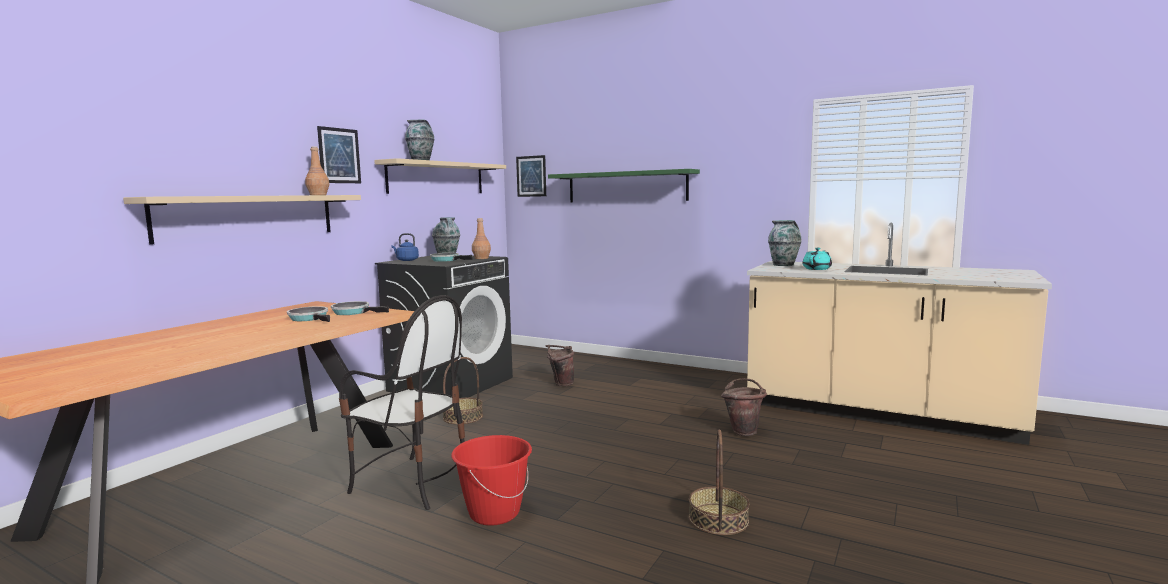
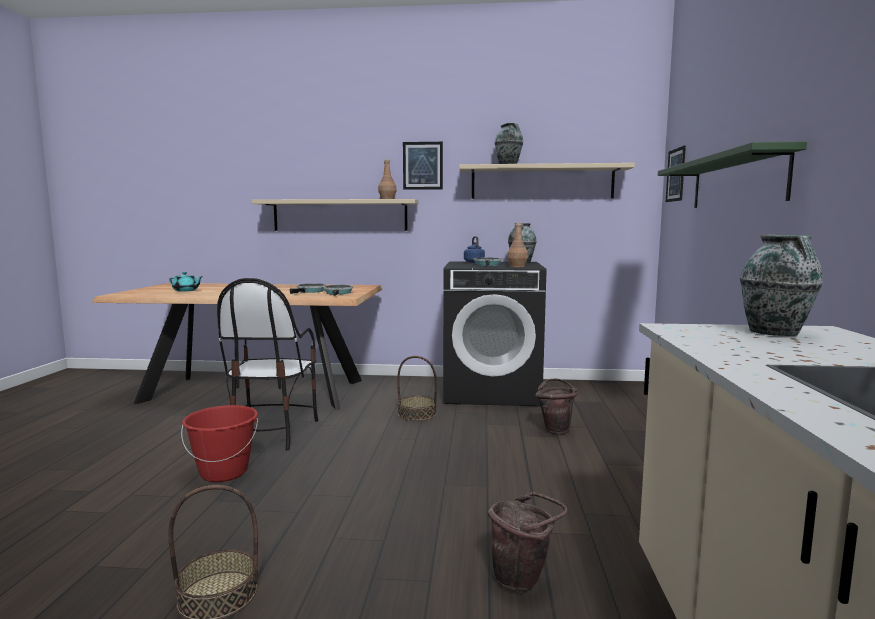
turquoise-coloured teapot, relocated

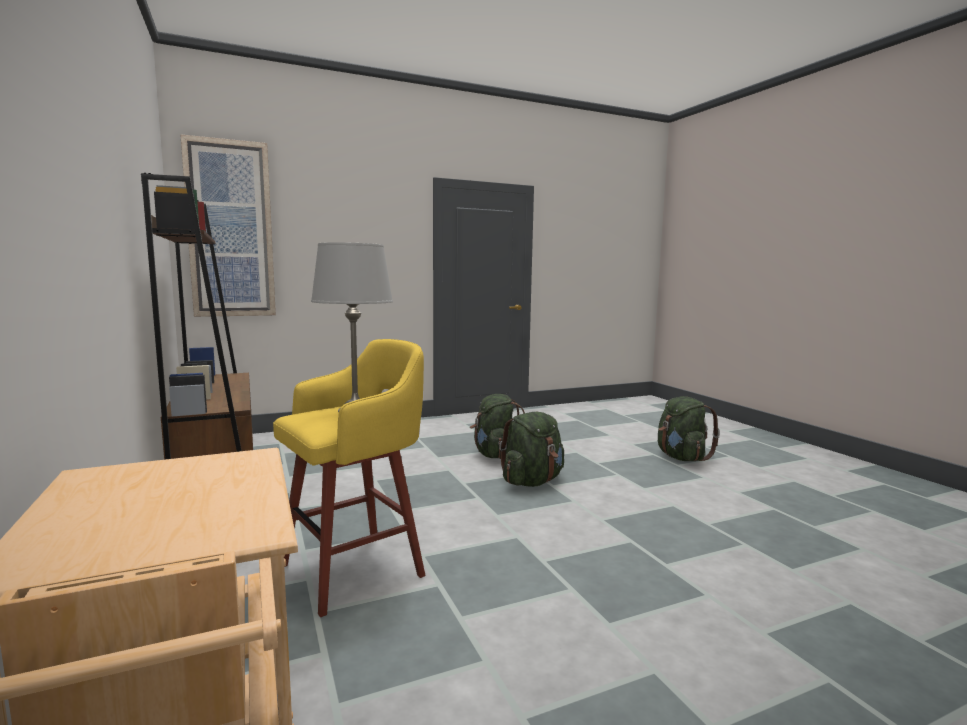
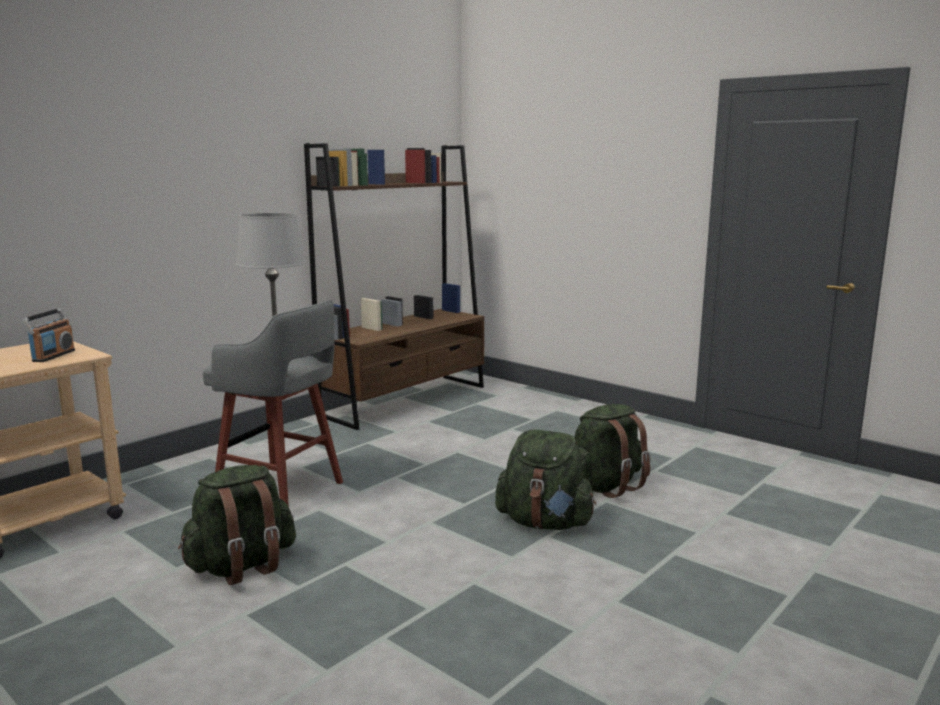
none -> radio set
green-coloured knapsack (no. 3 from left in the first image) -> green-coloured knapsack (no. 1 from left), relocated
yellowish stool -> grey stool
wall picture -> none

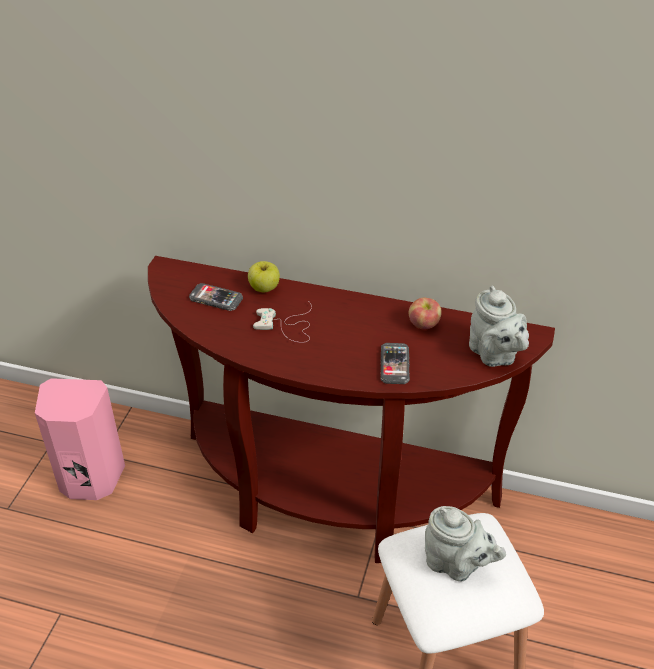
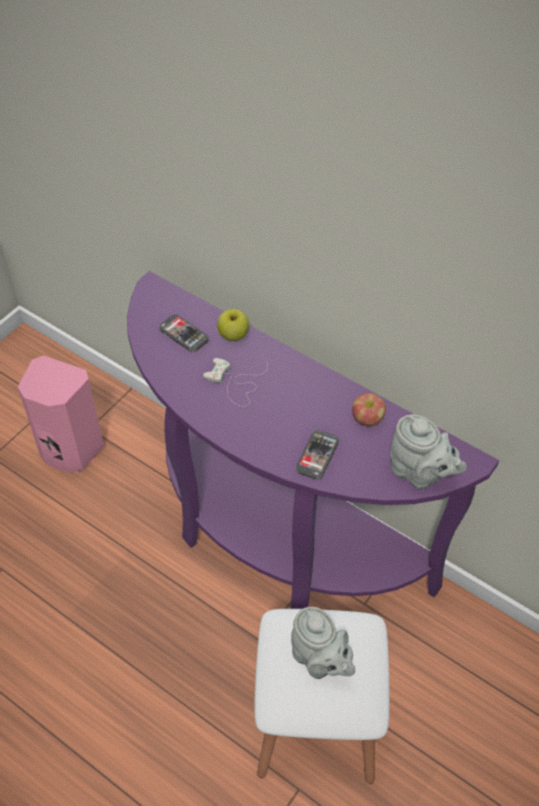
brownish narrow table -> purple narrow table
grey teapot (no. 2 from left), 45 degrees counterclockwise

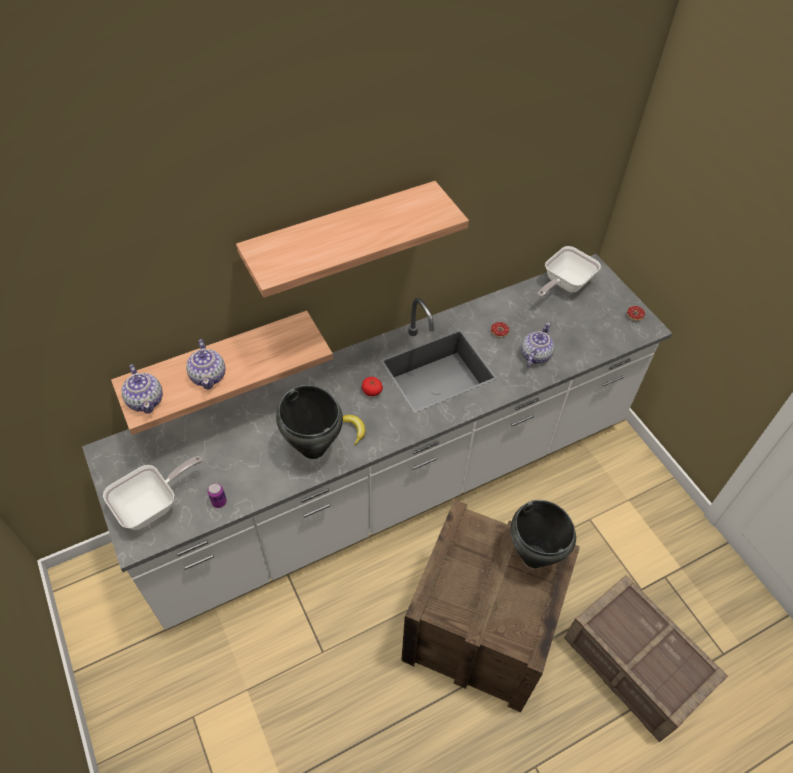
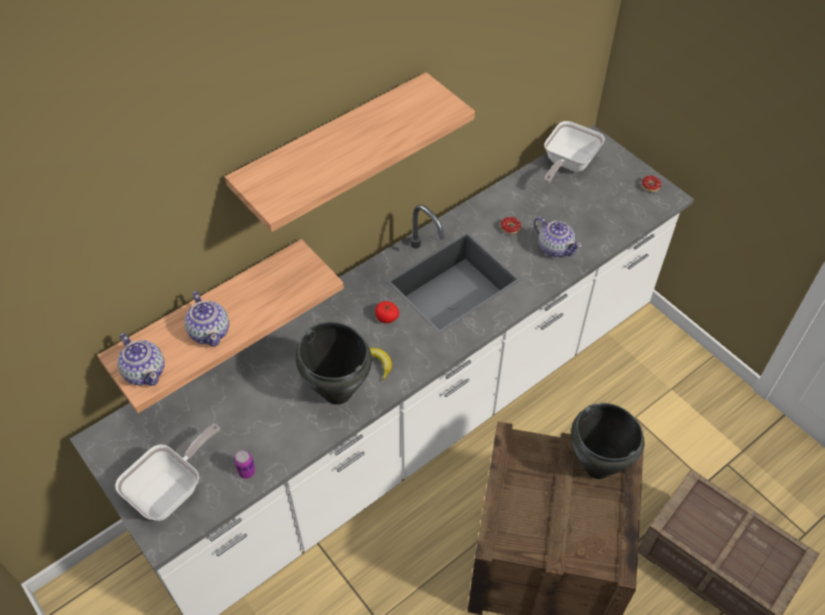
teapot (no. 3 from left), 120 degrees clockwise

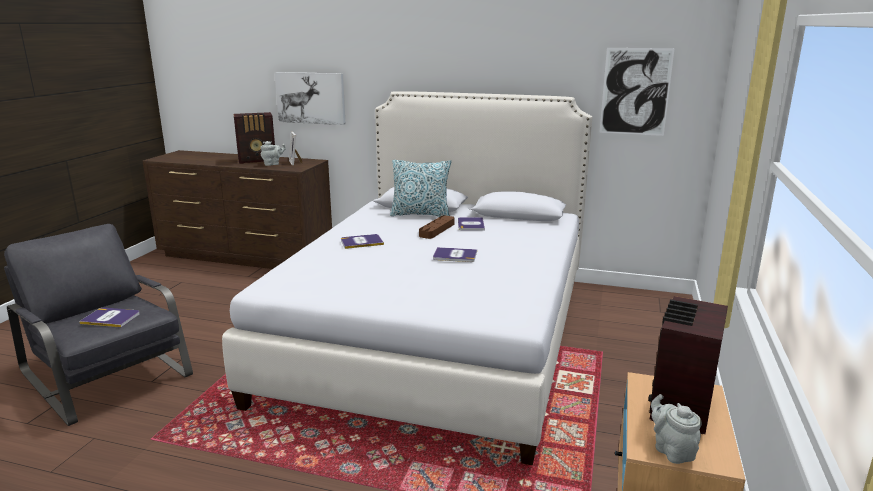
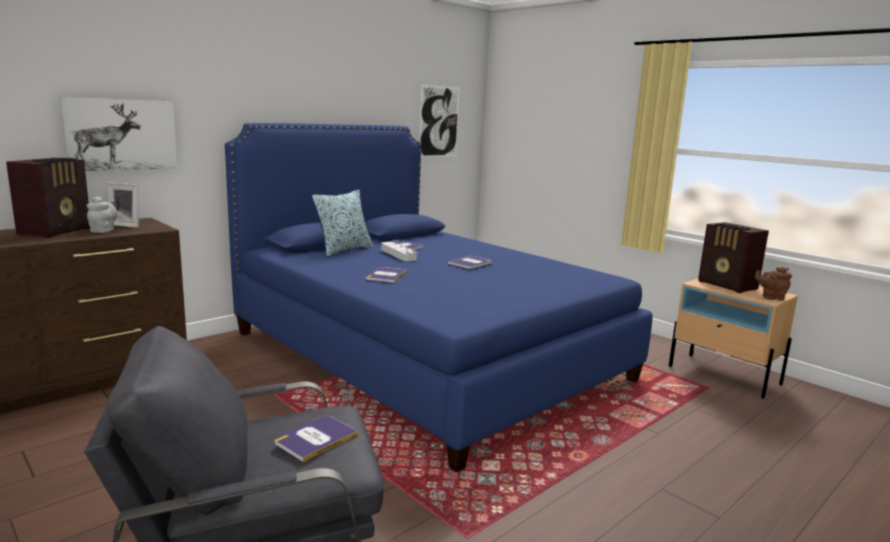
whitish sleeping bed -> blue sleeping bed
brownish tray -> grey tray
grey teapot (no. 2 from left) -> brownish teapot

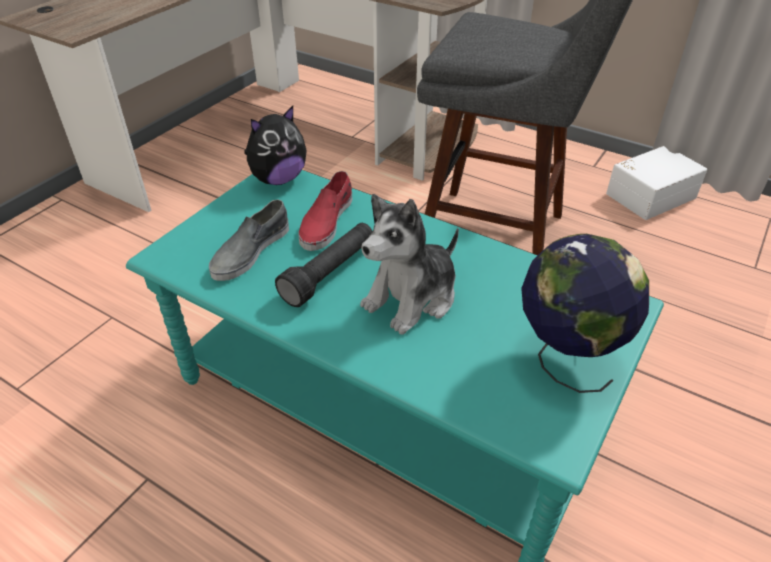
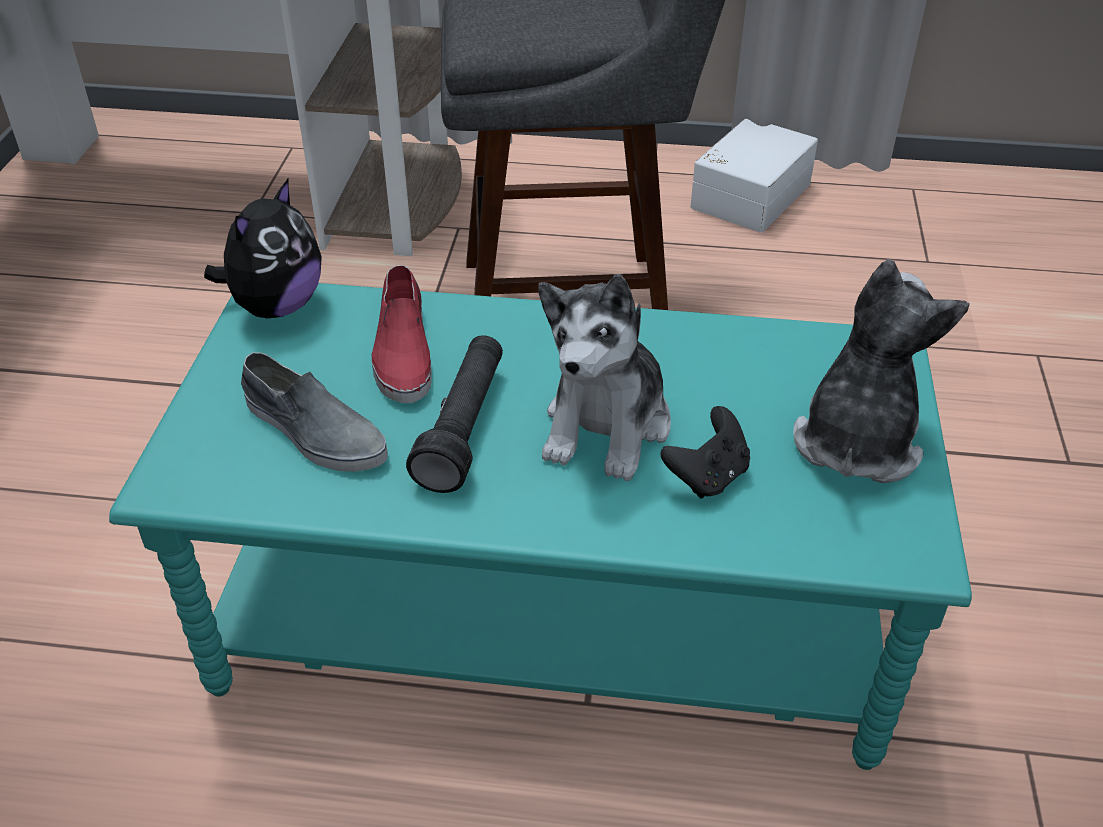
grey item of footwear, 60 degrees counterclockwise
none -> black gamepad
world globe -> plush toy (no. 3 from left)

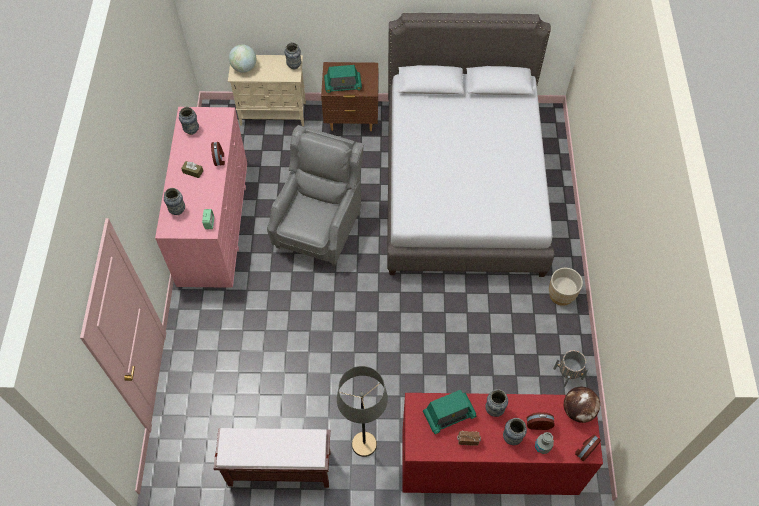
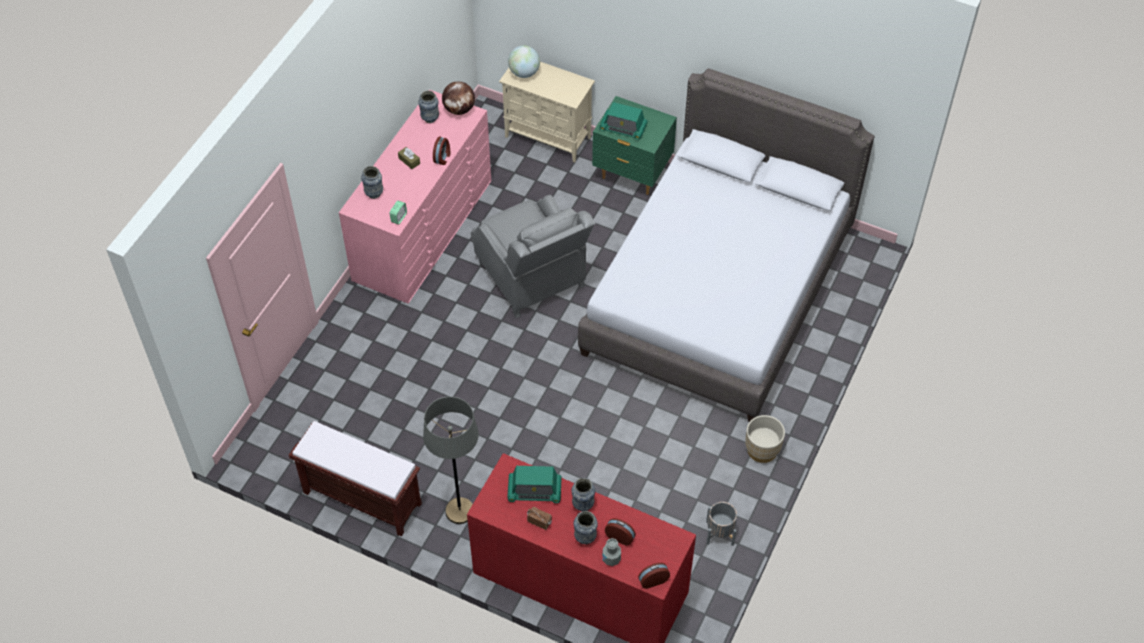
world globe (no. 2 from left in the first image) -> world globe (no. 1 from left), relocated
grey armchair, 105 degrees clockwise
brownish nightstand -> green-coloured nightstand
flower vase (no. 3 from left) -> none

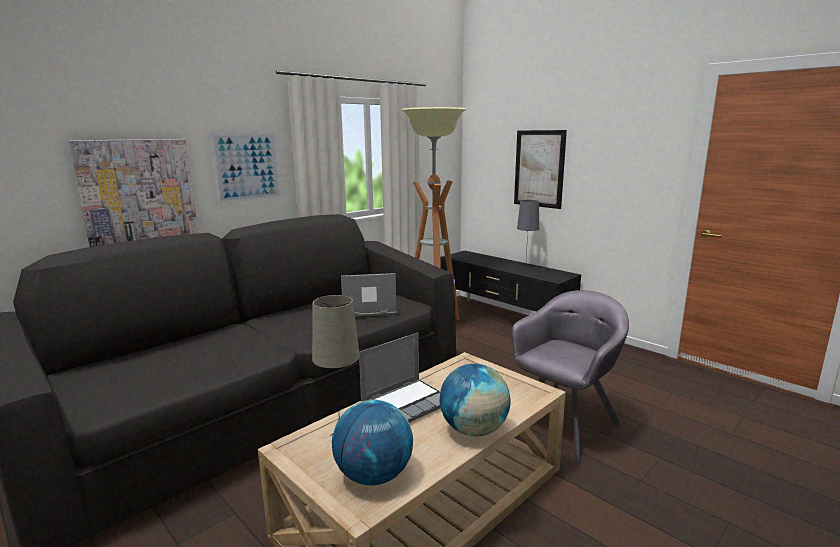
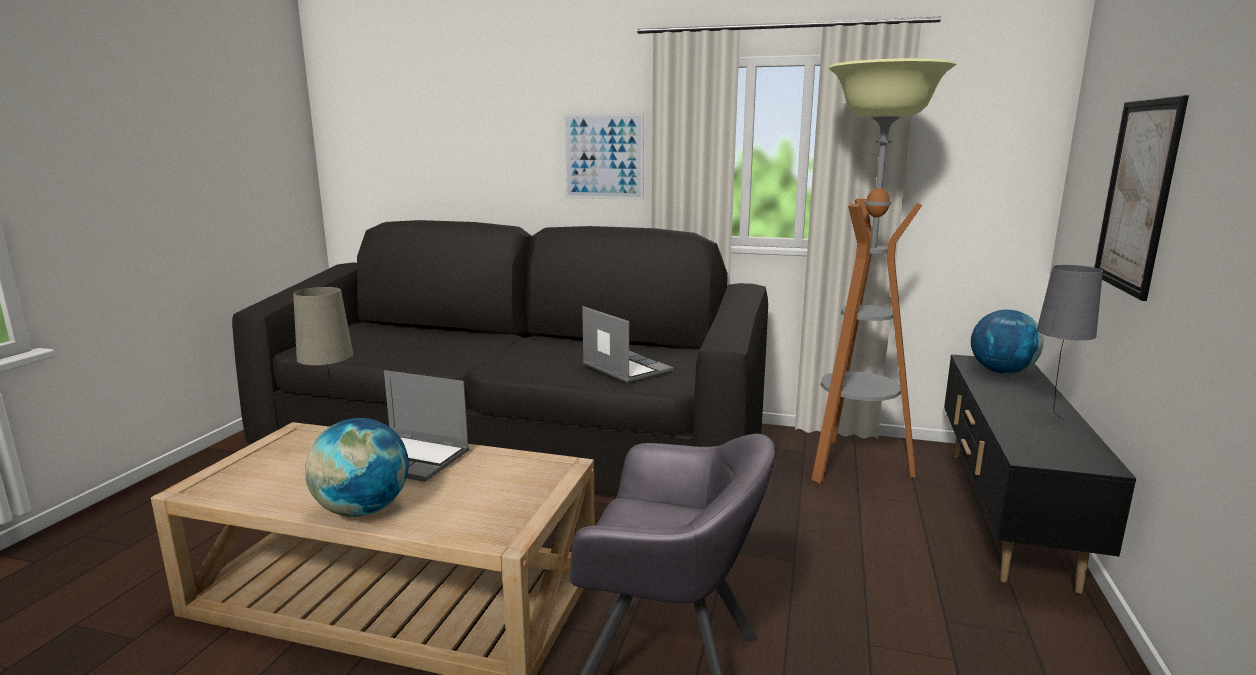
world globe (no. 1 from left in the first image) -> world globe (no. 2 from left), relocated
wall picture (no. 1 from left) -> none

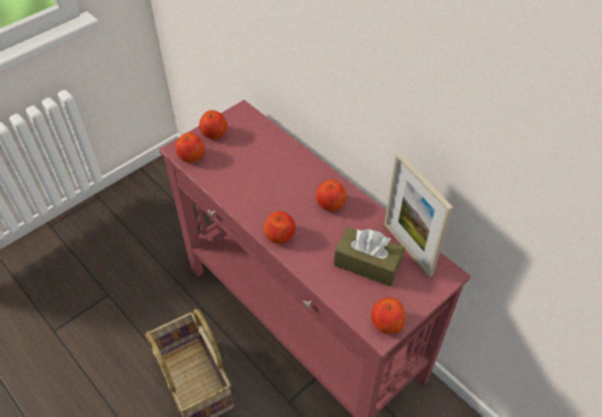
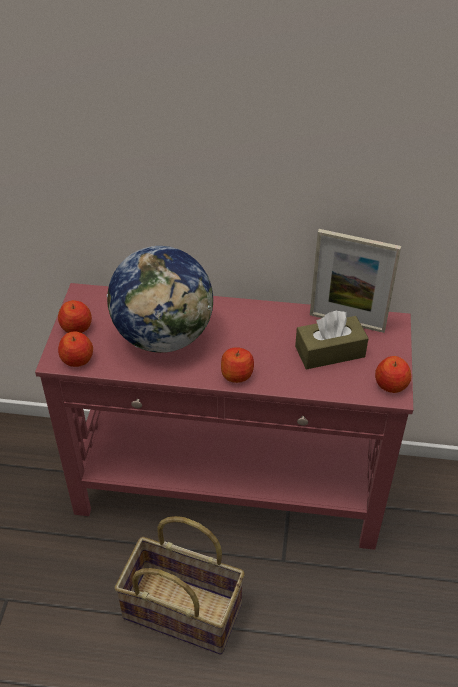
none -> world globe
apple (no. 4 from left) -> none

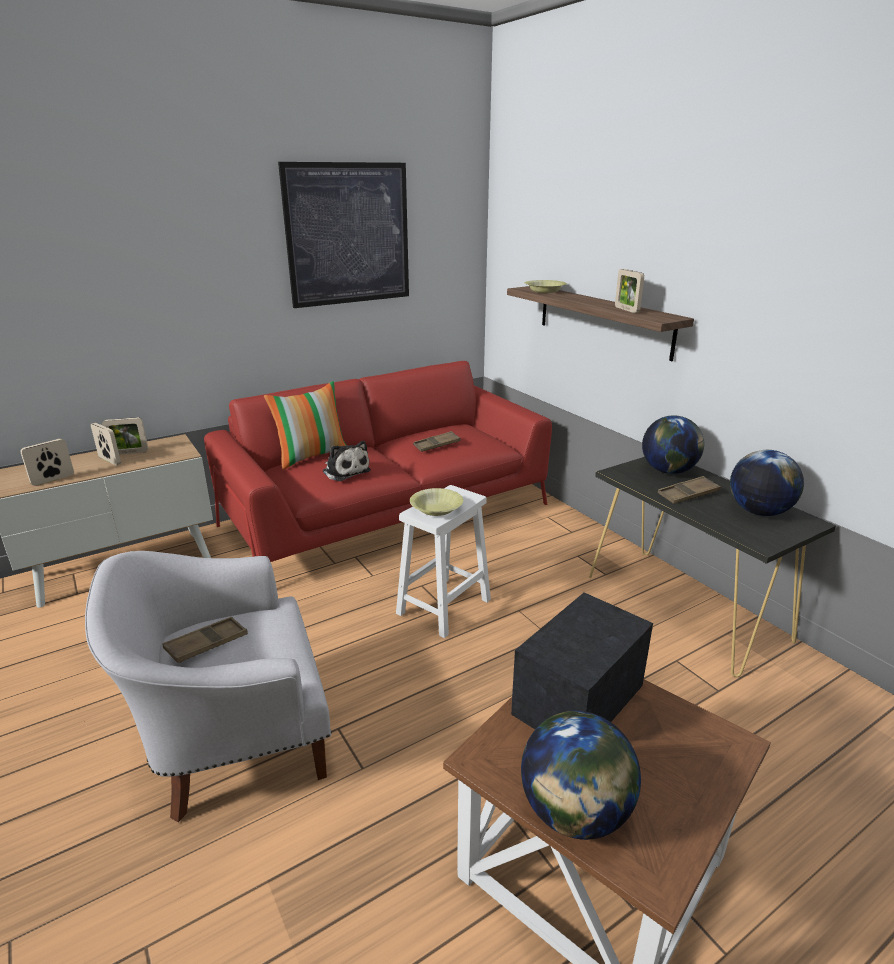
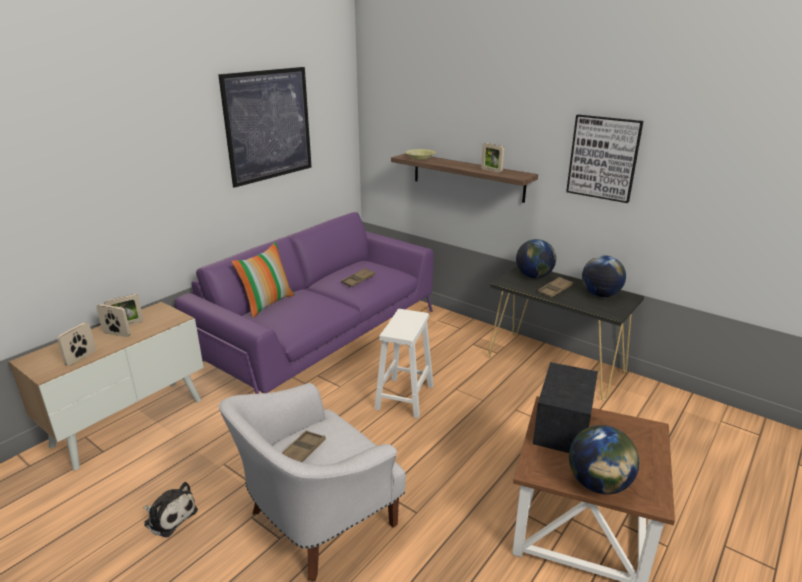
plush toy, relocated
reddish sofa -> purple sofa
none -> wall picture (no. 2 from left)
yellowish deep dish (no. 1 from left) -> none

